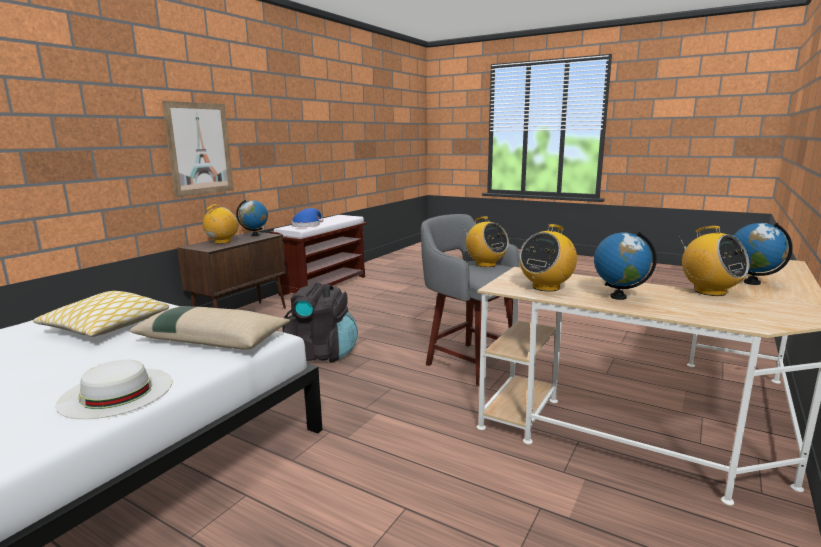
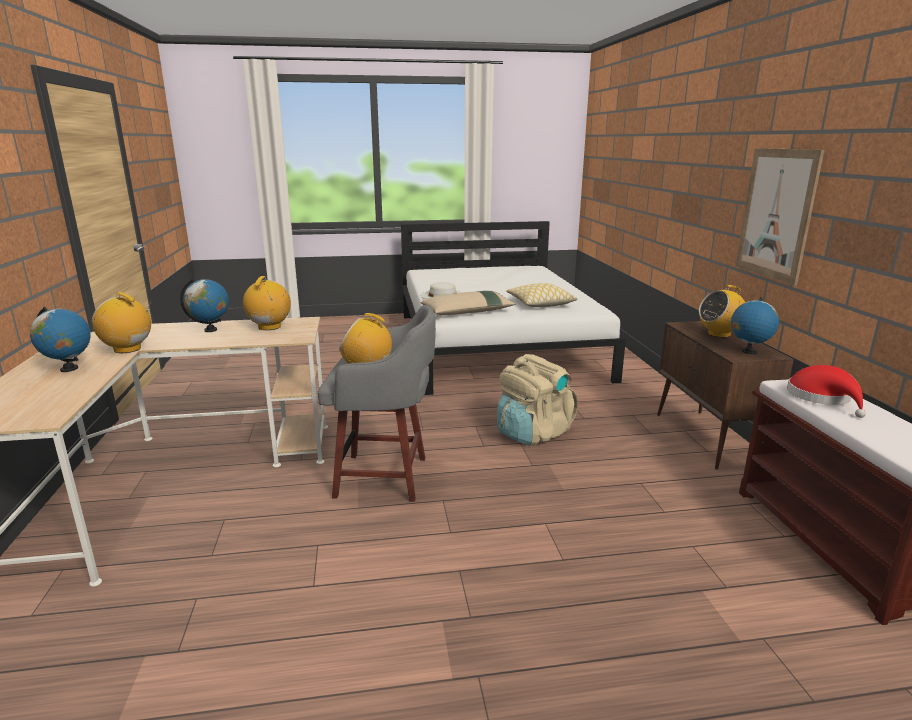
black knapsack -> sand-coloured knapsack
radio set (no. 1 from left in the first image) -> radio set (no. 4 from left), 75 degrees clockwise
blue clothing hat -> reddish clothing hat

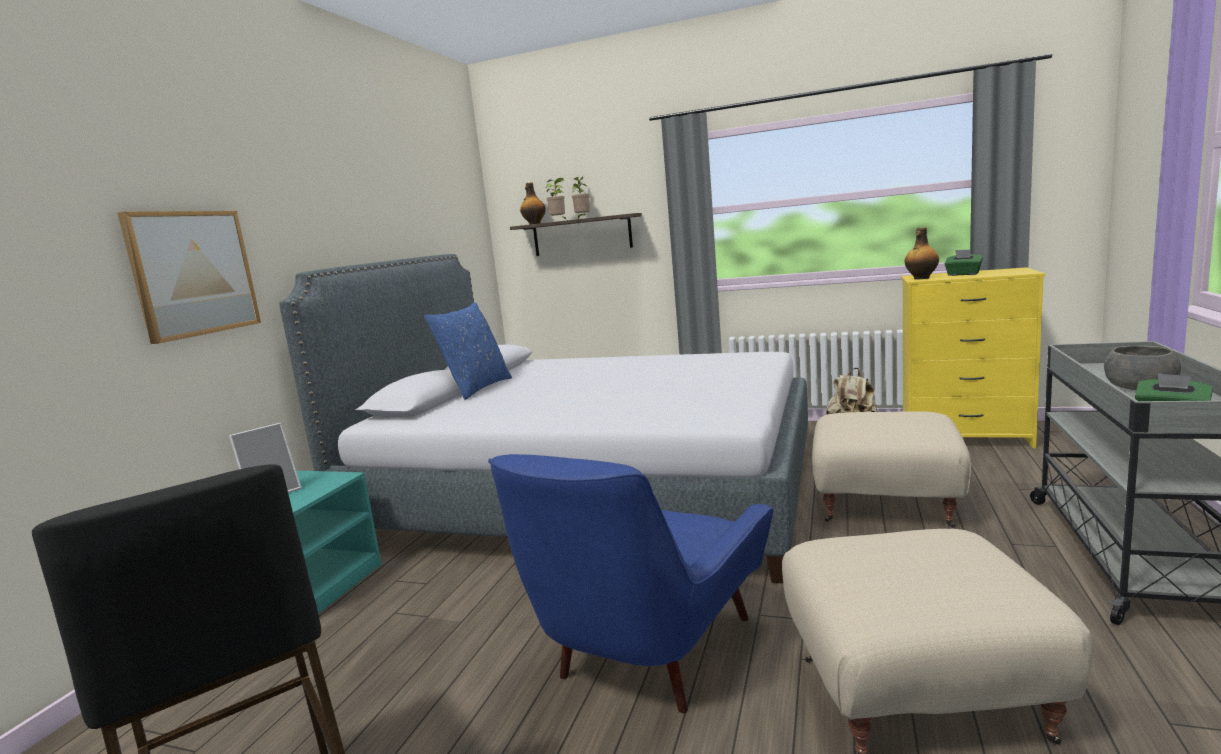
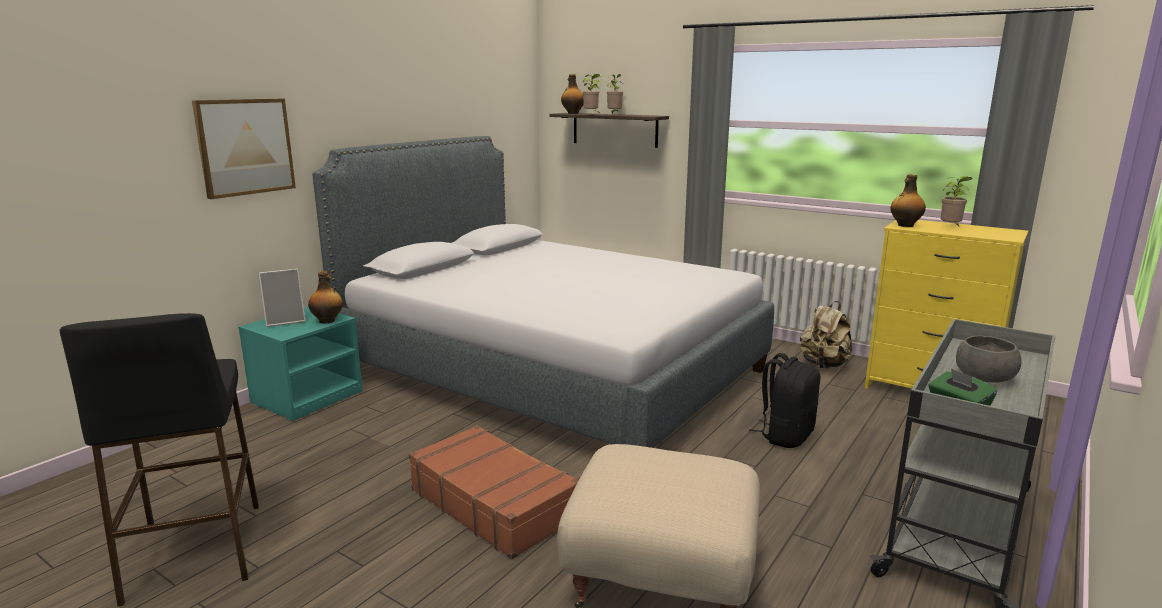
none -> drink bottle (no. 1 from left)
blue armchair -> brownish travel case
sand-coloured pouffe (no. 1 from left) -> black knapsack
green-coloured tissue box (no. 1 from left) -> potted plant (no. 3 from left)
blue cushion -> none

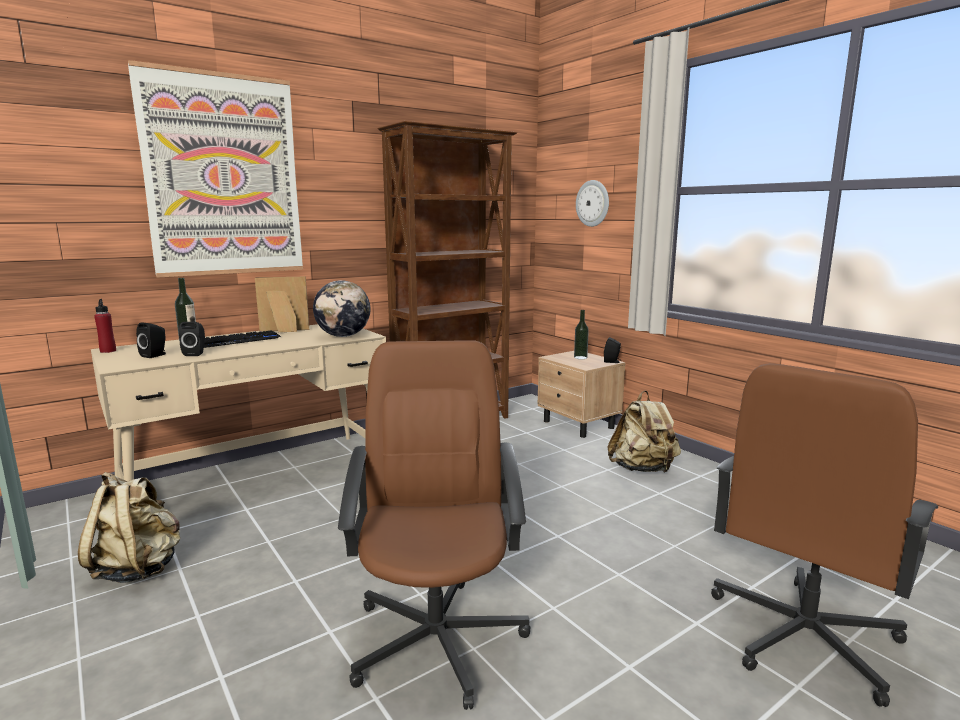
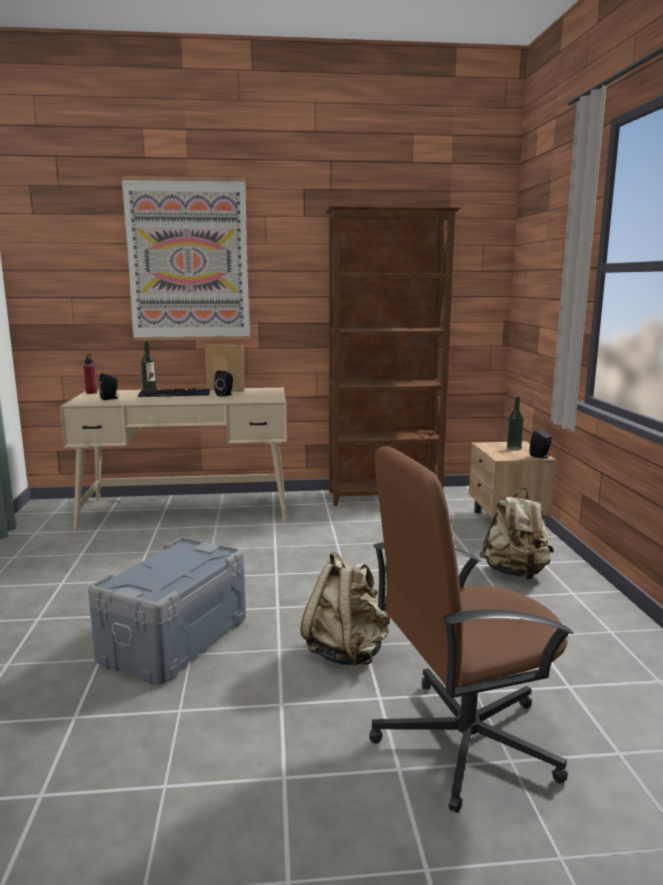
brownish desk chair (no. 1 from left) -> grey storage bin
black audio speaker (no. 2 from left), relocated
sand-coloured knapsack (no. 1 from left), relocated
world globe -> none
wall clock -> none

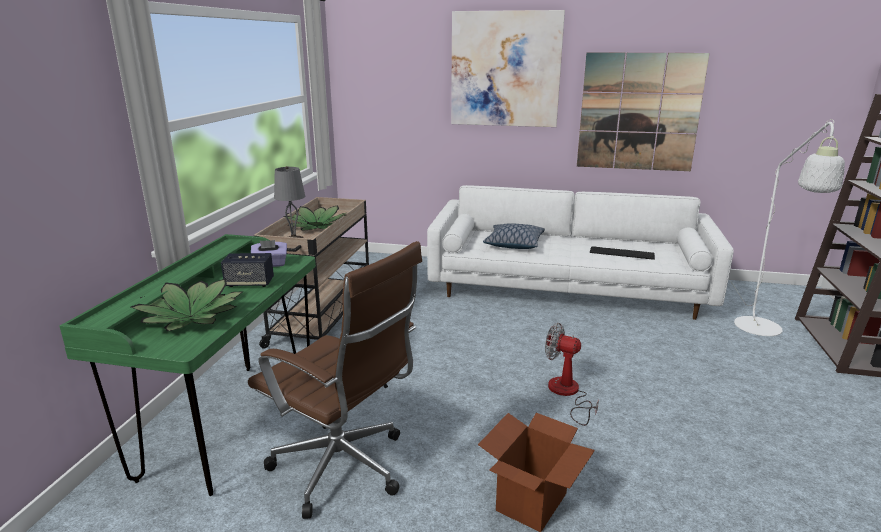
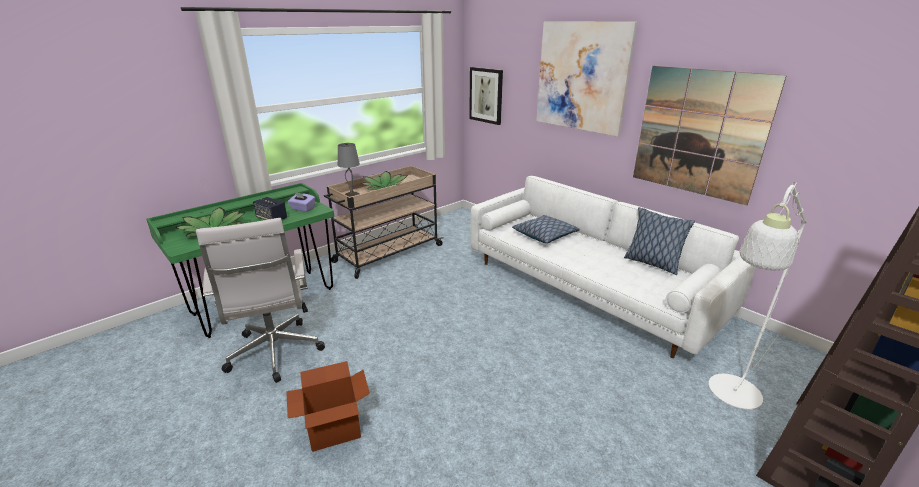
brownish desk chair -> whitish desk chair
none -> wall picture (no. 1 from left)
none -> cushion (no. 2 from left)
cooling fan -> none
computer keyboard -> none

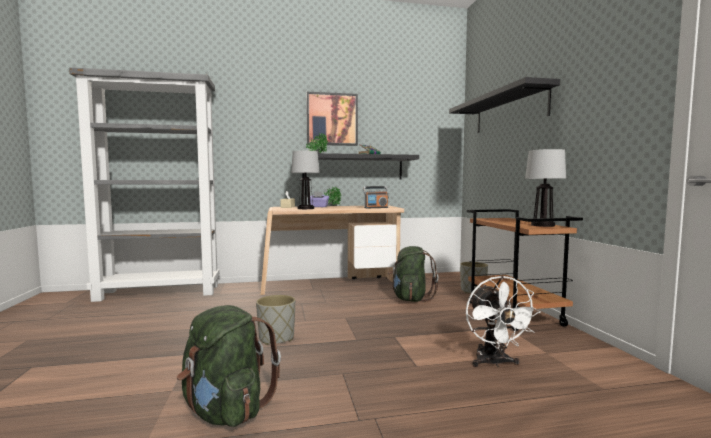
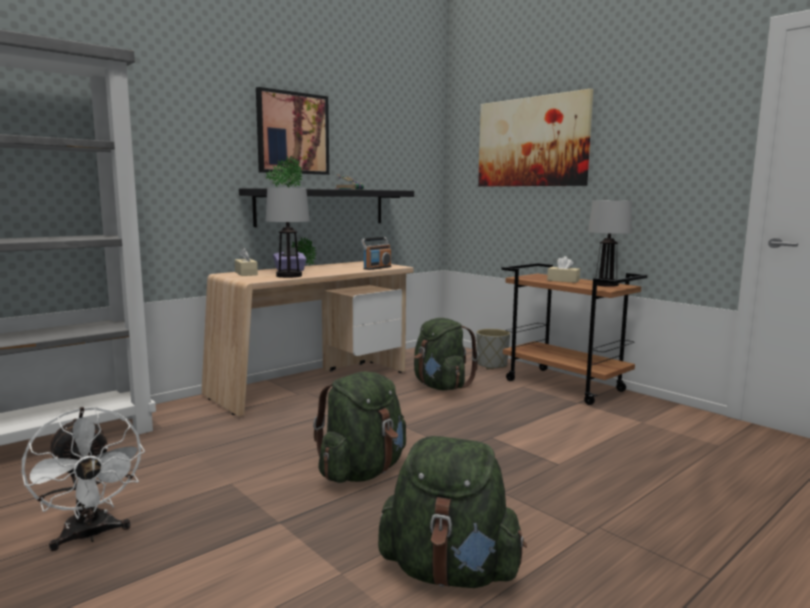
whitish cooling fan, relocated
grey planter (no. 1 from left) -> green-coloured knapsack (no. 1 from left)
black shelf (no. 2 from left) -> wall picture (no. 2 from left)
none -> sand-coloured tissue box (no. 2 from left)

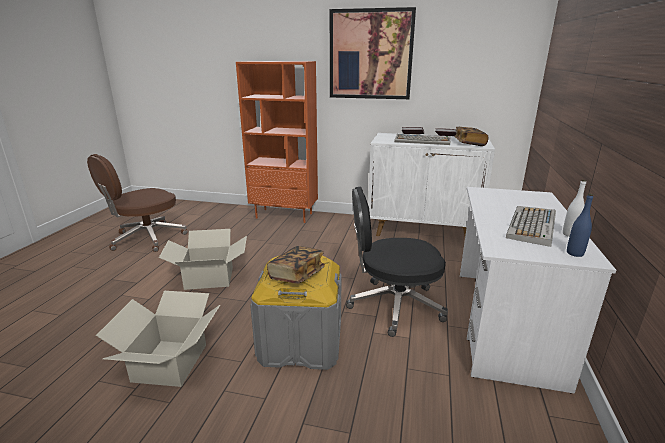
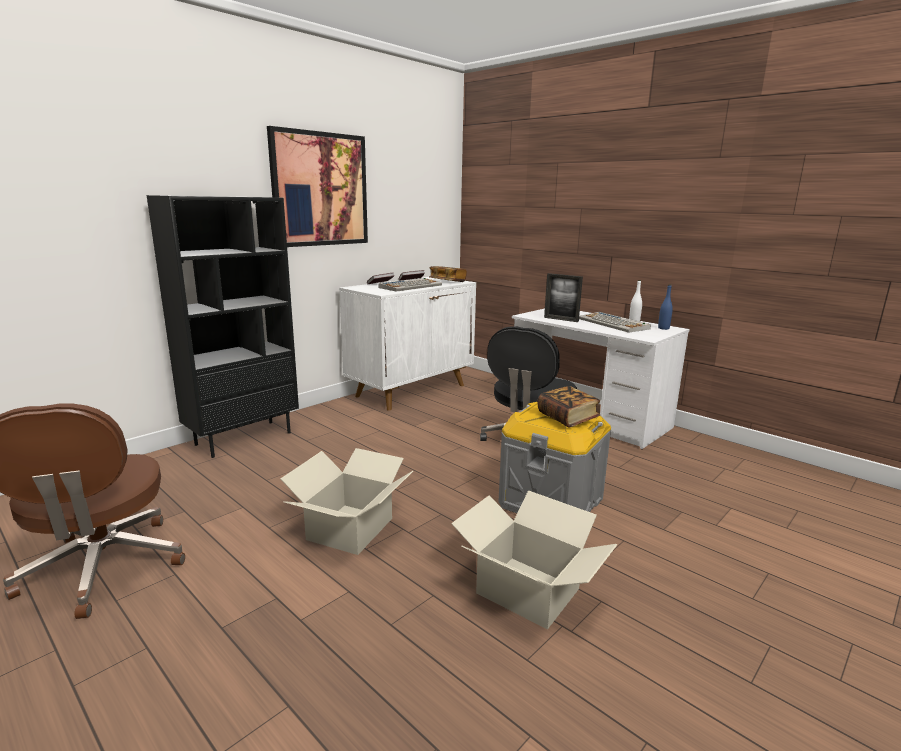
orange bookcase -> black bookcase
none -> standing frame

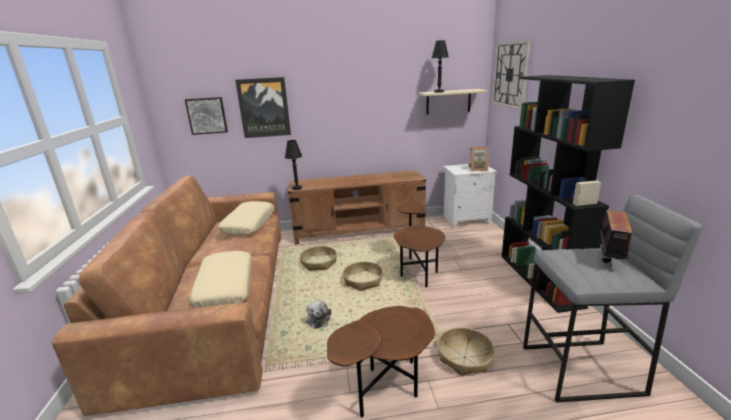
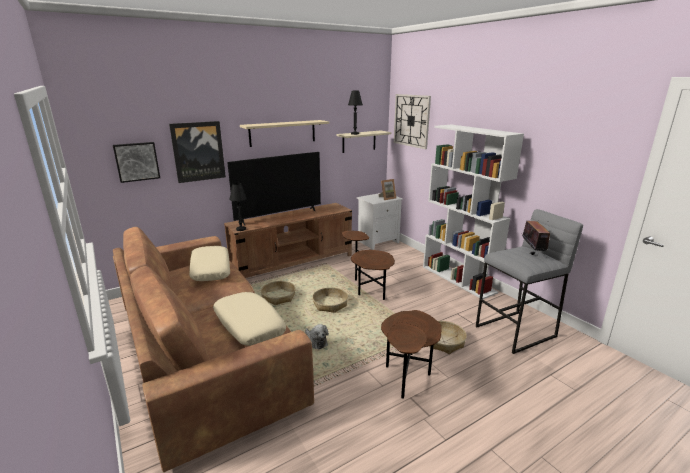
none -> TV set
none -> sand-coloured shelf (no. 1 from left)
black bookcase -> whitish bookcase

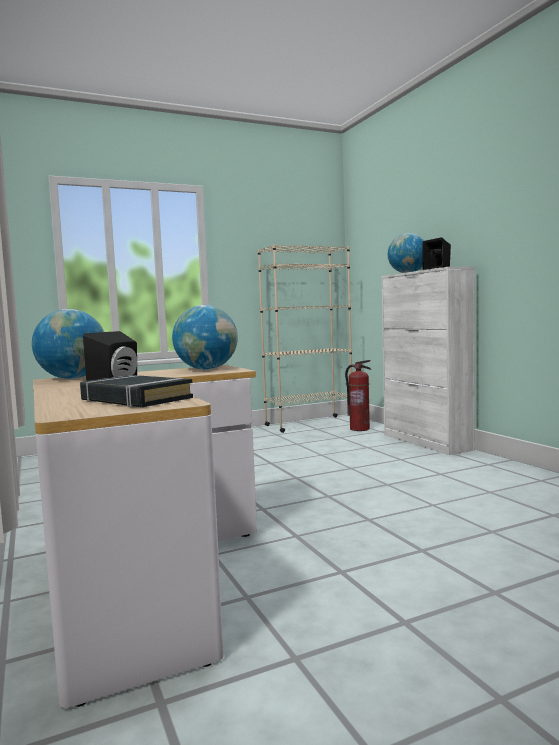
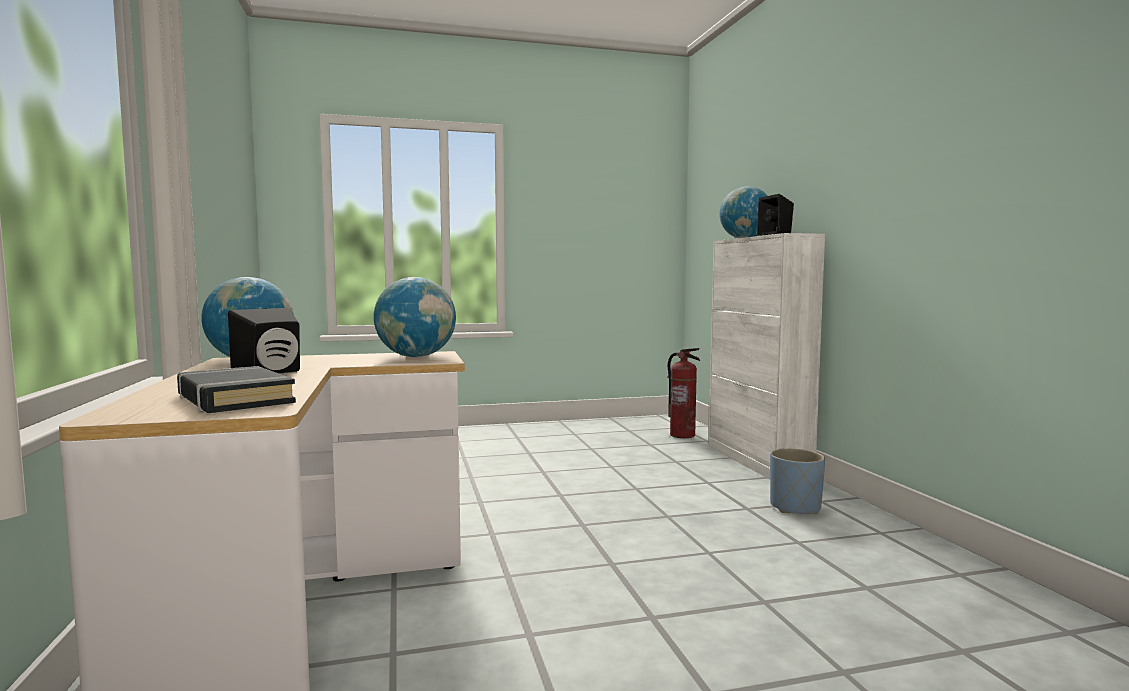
none -> blue planter
sand-coloured bookcase -> none

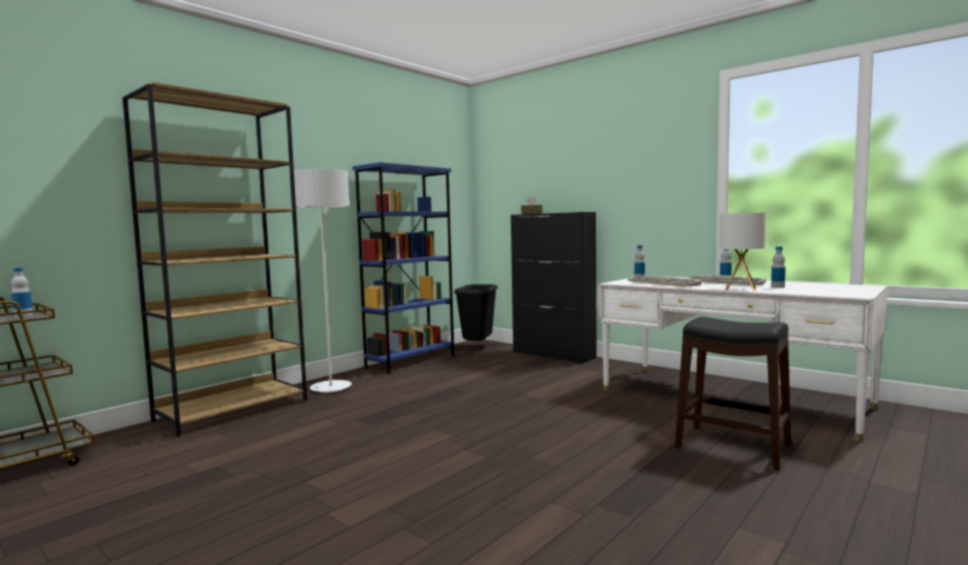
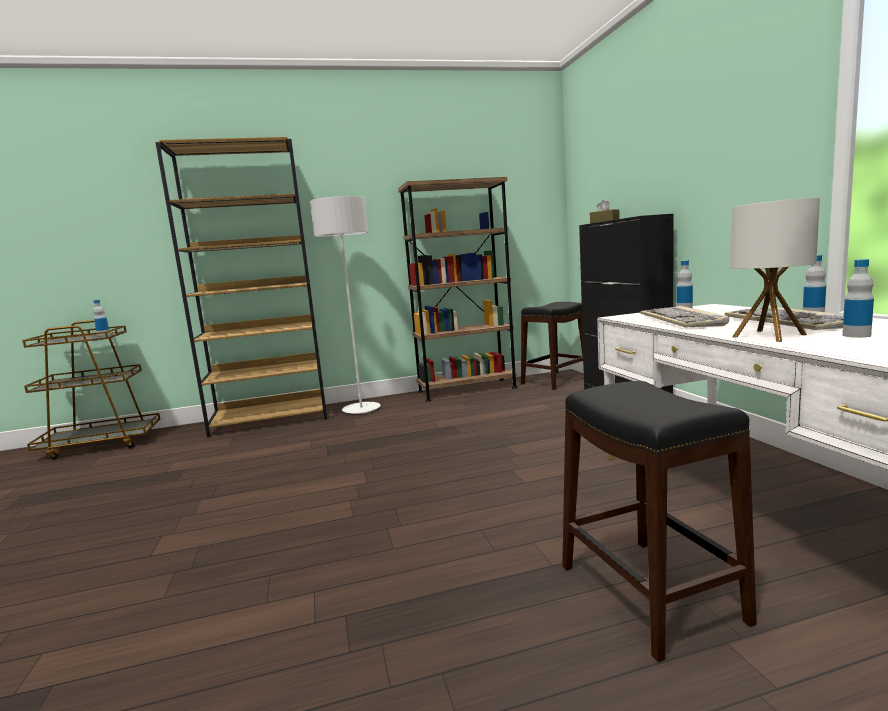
blue bookcase -> brownish bookcase (no. 2 from left)
black rubbish bin -> black stool (no. 1 from left)

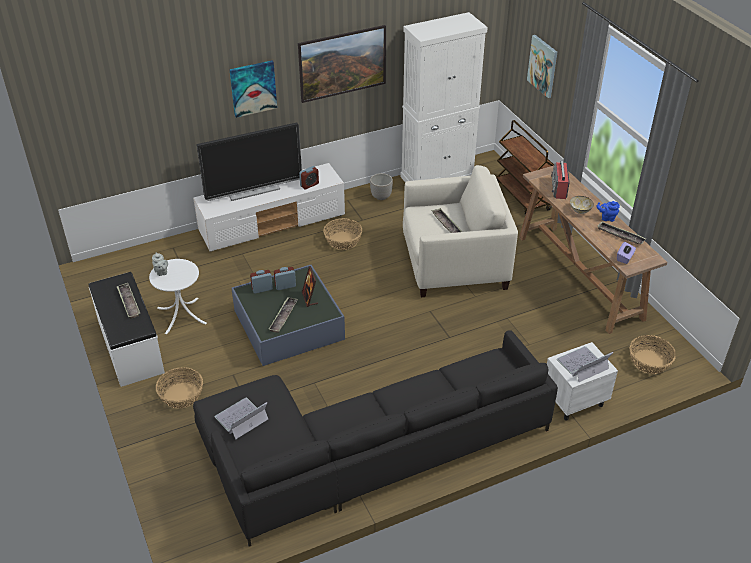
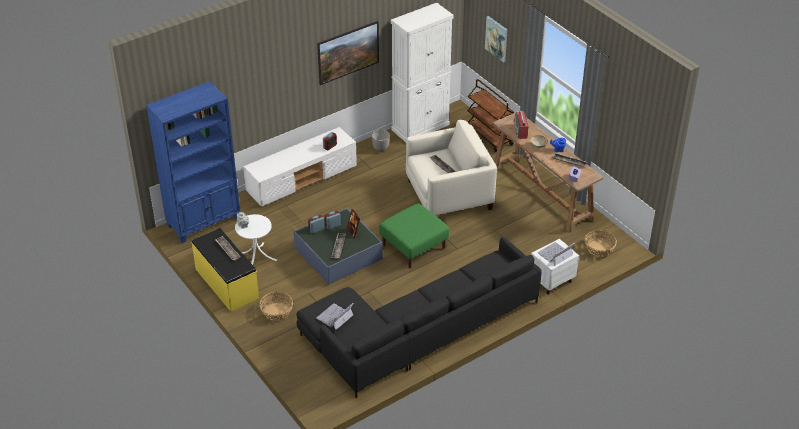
none -> blue bookcase
whitish long seat -> yellowish long seat
none -> green-coloured pouffe
TV set -> none
wall picture (no. 1 from left) -> none
household basket (no. 2 from left) -> none

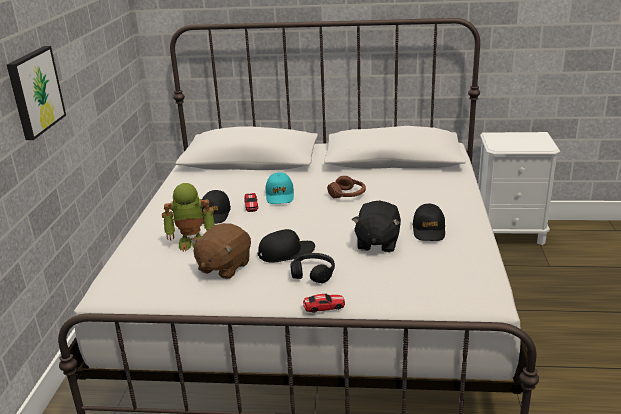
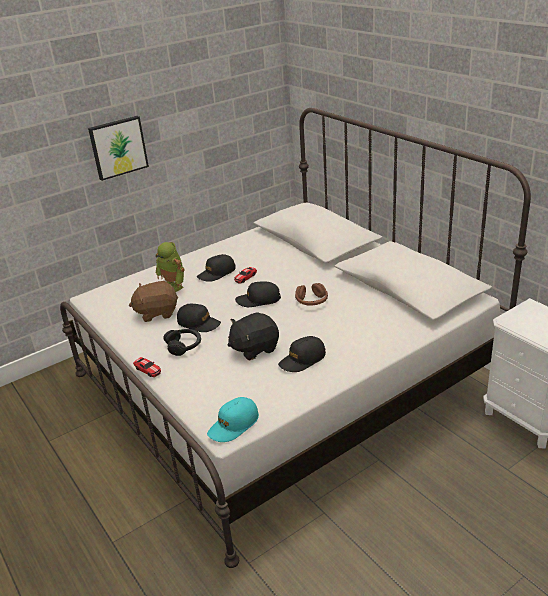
turquoise-coloured baseball cap, relocated
none -> black baseball cap (no. 3 from left)

